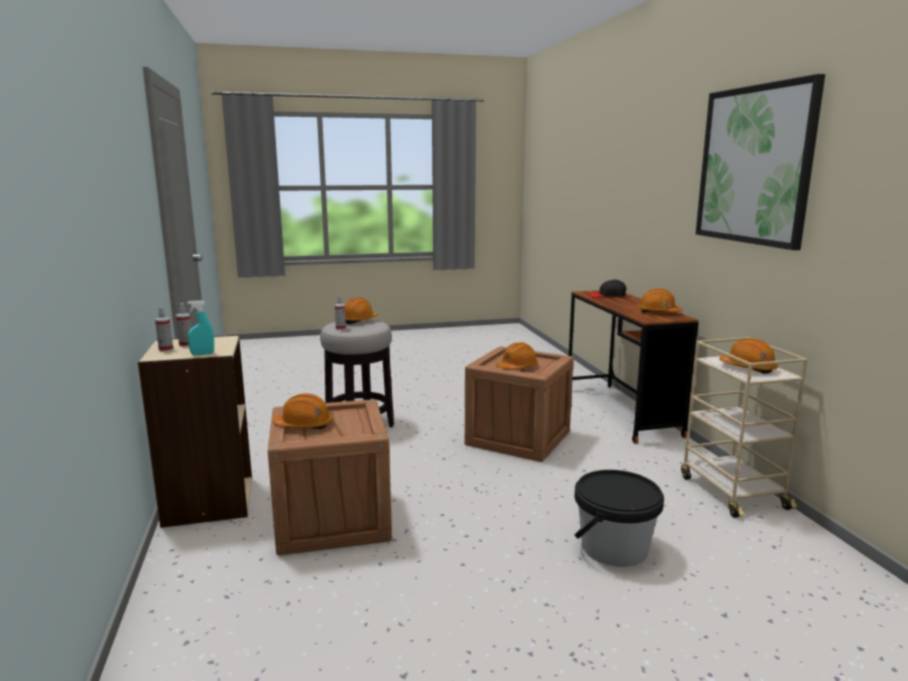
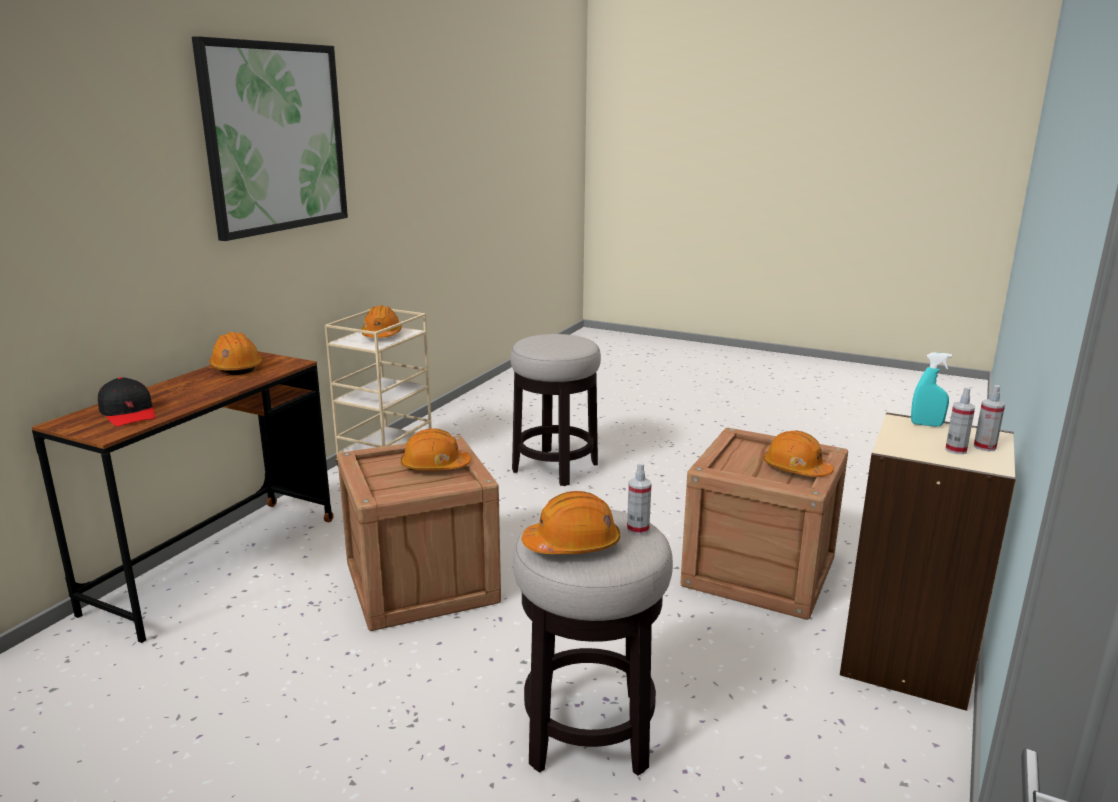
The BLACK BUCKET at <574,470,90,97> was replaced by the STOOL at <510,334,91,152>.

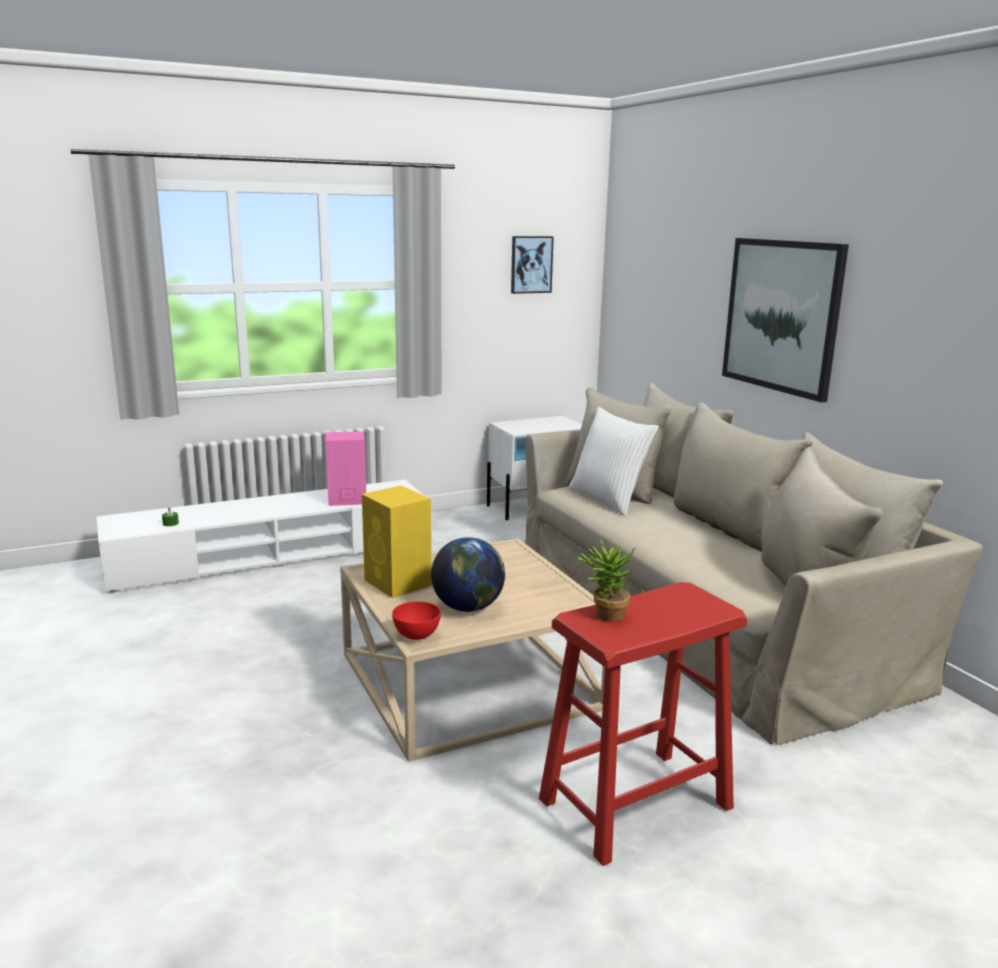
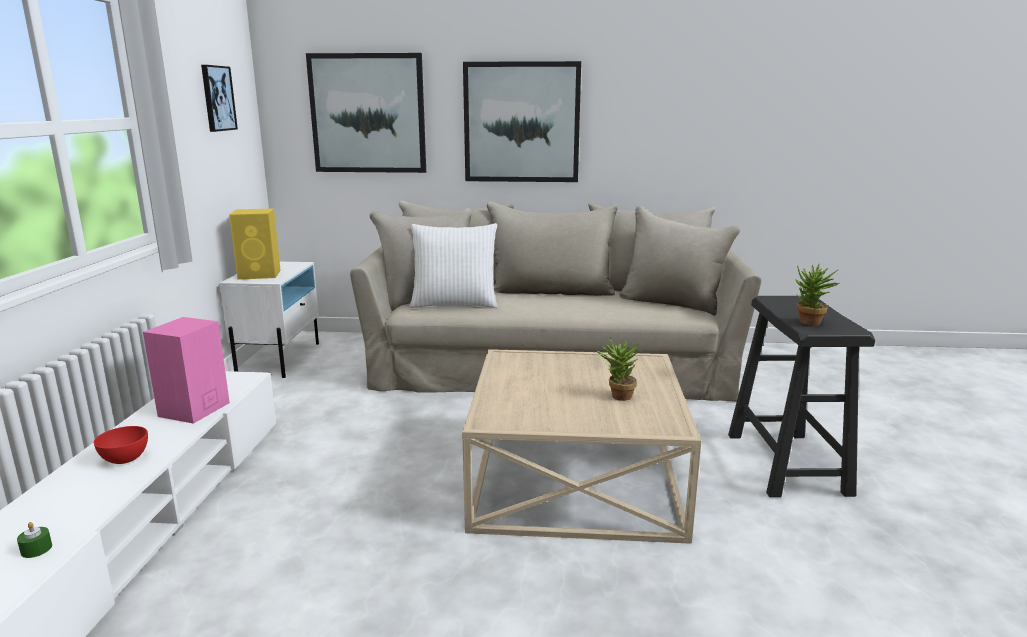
The WALL ART at <306,53,120,120> appeared. The YELLOW-COLOURED AUDIO SPEAKER moved from <362,485,69,113> to <229,208,52,72>. The REDDISH BOWL moved from <392,601,49,39> to <94,426,54,38>. The WORLD GLOBE at <431,537,74,75> was replaced by the POTTED PLANT at <597,337,43,64>. The REDDISH STOOL at <539,582,208,284> became the BLACK STOOL at <728,296,147,201>.

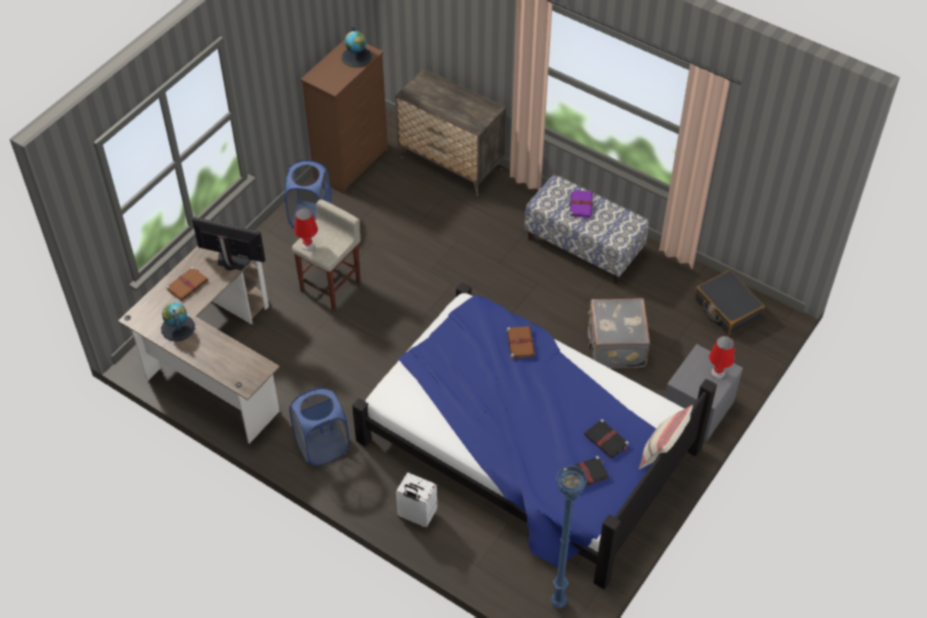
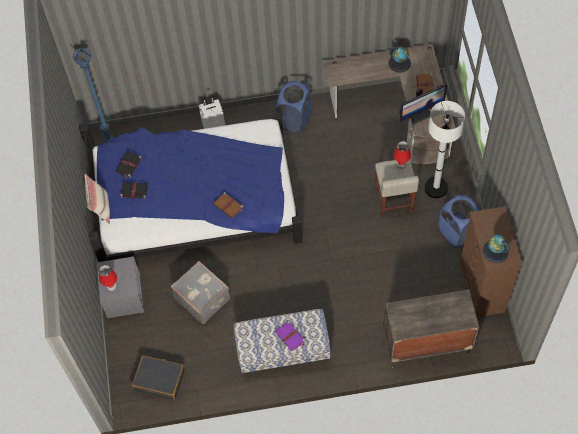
The WHITE-COLOURED FLOOR LAMP at <425,101,40,97> appeared.

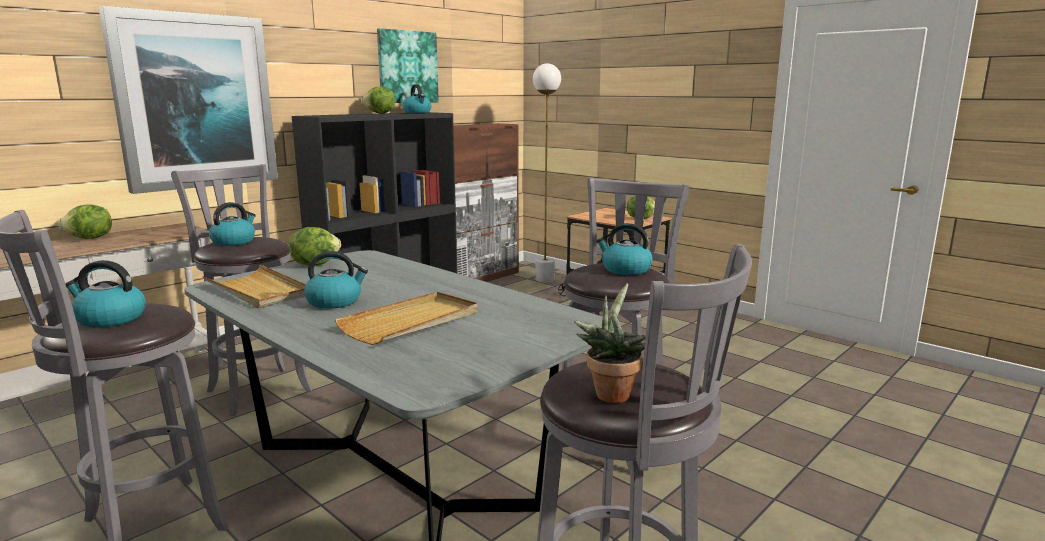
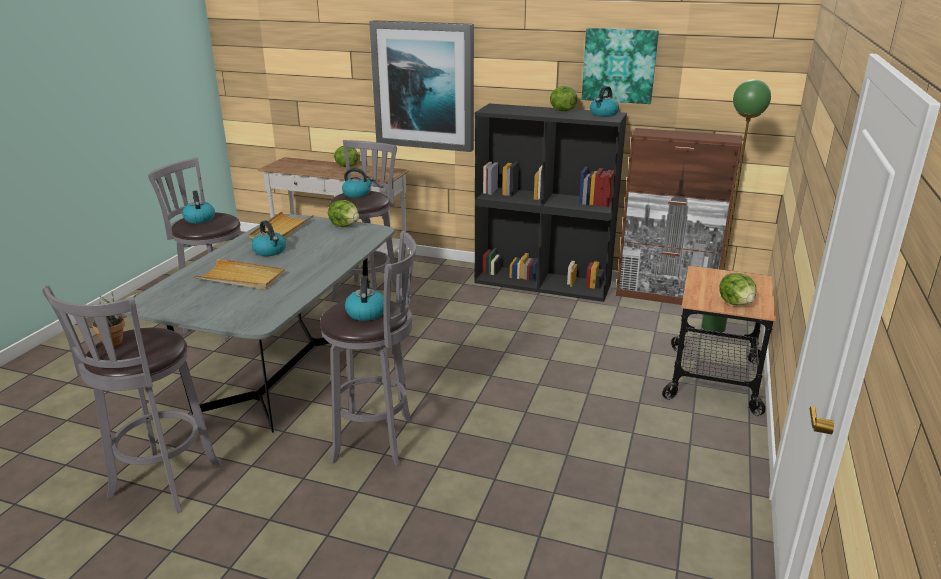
The WHITE-COLOURED FLOOR LAMP at <533,63,28,219> became the GREEN-COLOURED FLOOR LAMP at <702,79,69,253>.

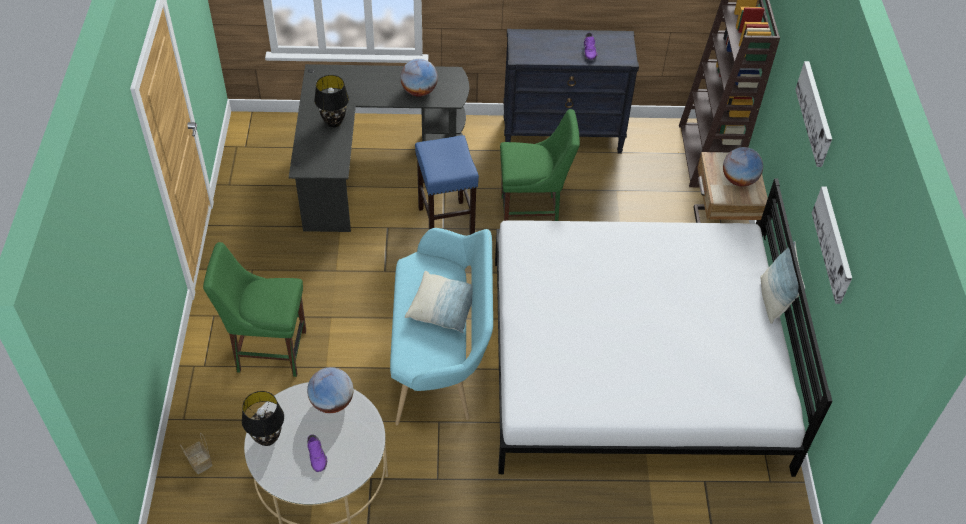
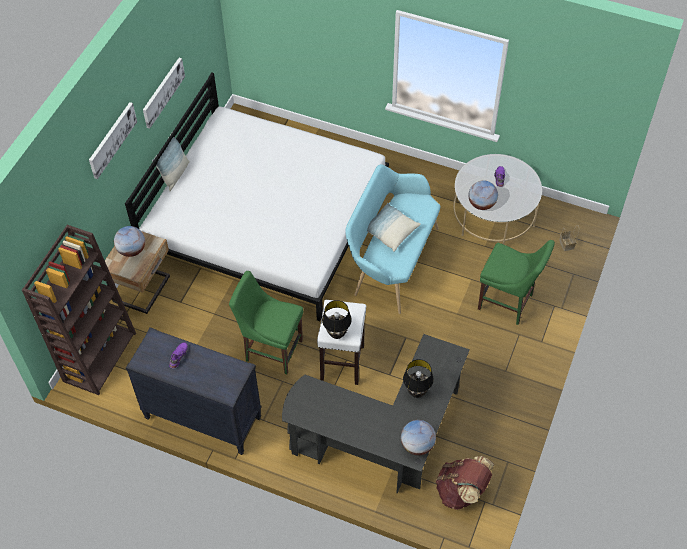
The BROWN RUCKSACK at <436,456,58,54> appeared. The BLACK TABLETOP LAMP moved from <242,391,42,55> to <322,300,30,39>. The WORLD GLOBE moved from <400,59,38,38> to <401,420,35,35>. The BLUE-COLOURED STOOL at <415,135,64,100> became the WHITE-COLOURED STOOL at <317,300,49,85>.

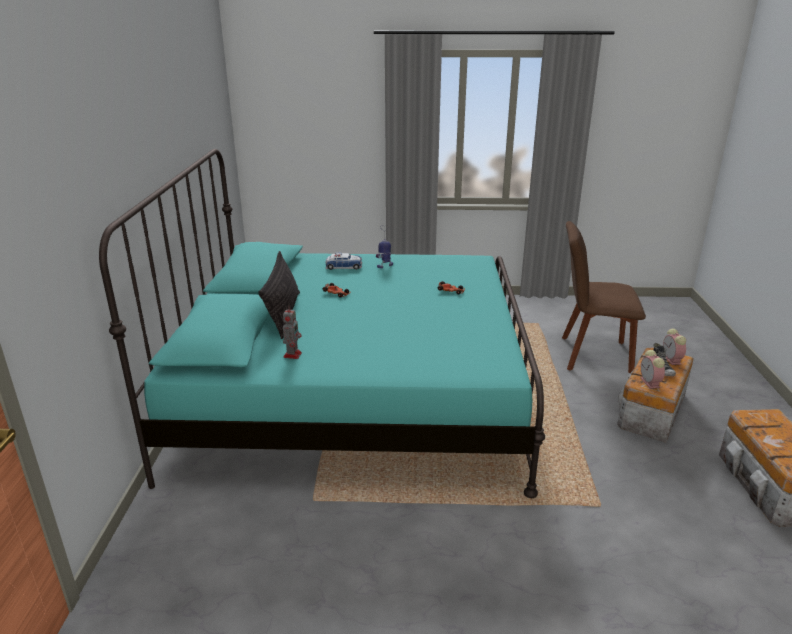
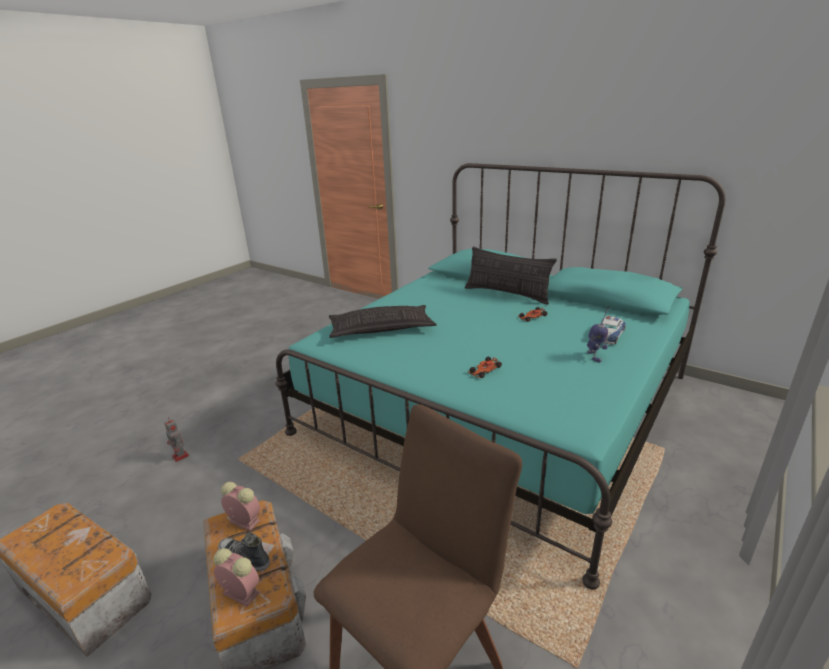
The CUSHION at <329,305,108,33> appeared. The MODEL ROBOT moved from <283,305,19,54> to <164,417,25,45>.

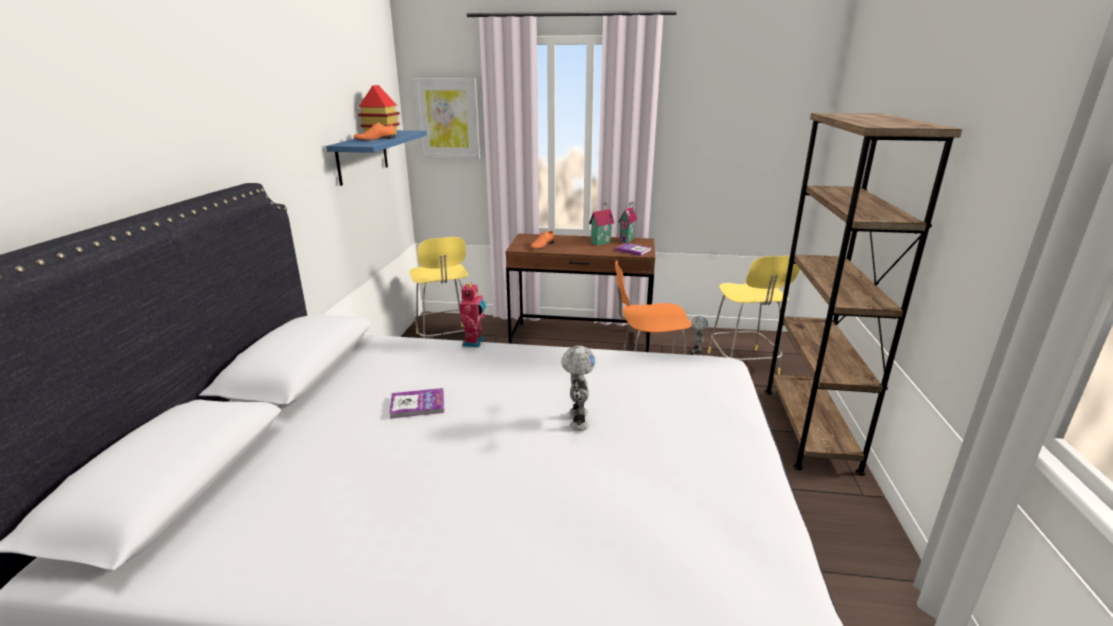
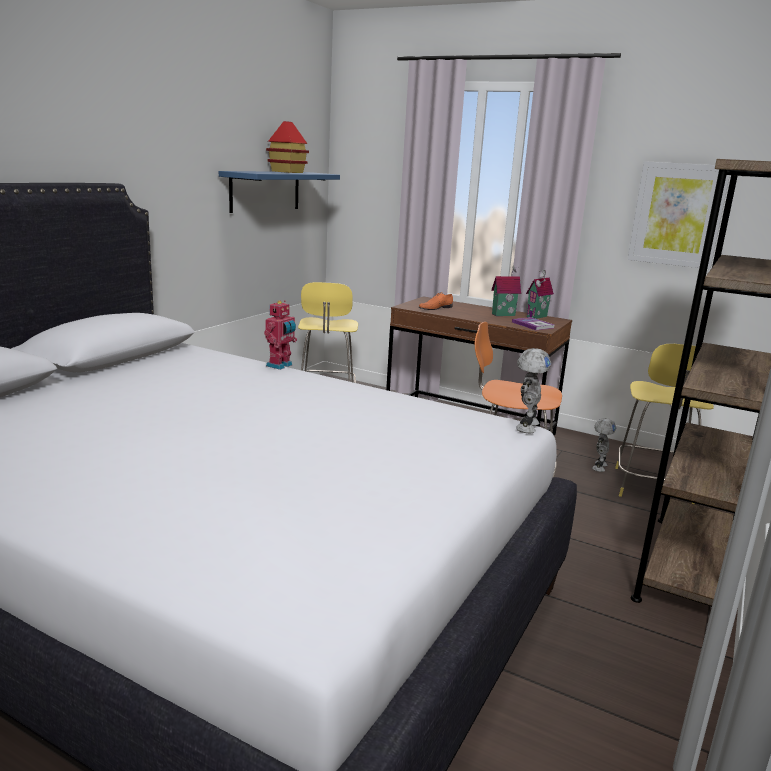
The ORANGE ITEM OF FOOTWEAR at <353,122,42,19> disappeared. The BOUND BOOK at <389,388,55,31> disappeared. The WALL ART moved from <414,78,66,81> to <627,161,103,108>. The MODEL ROBOT moved from <562,346,33,85> to <516,348,35,85>.

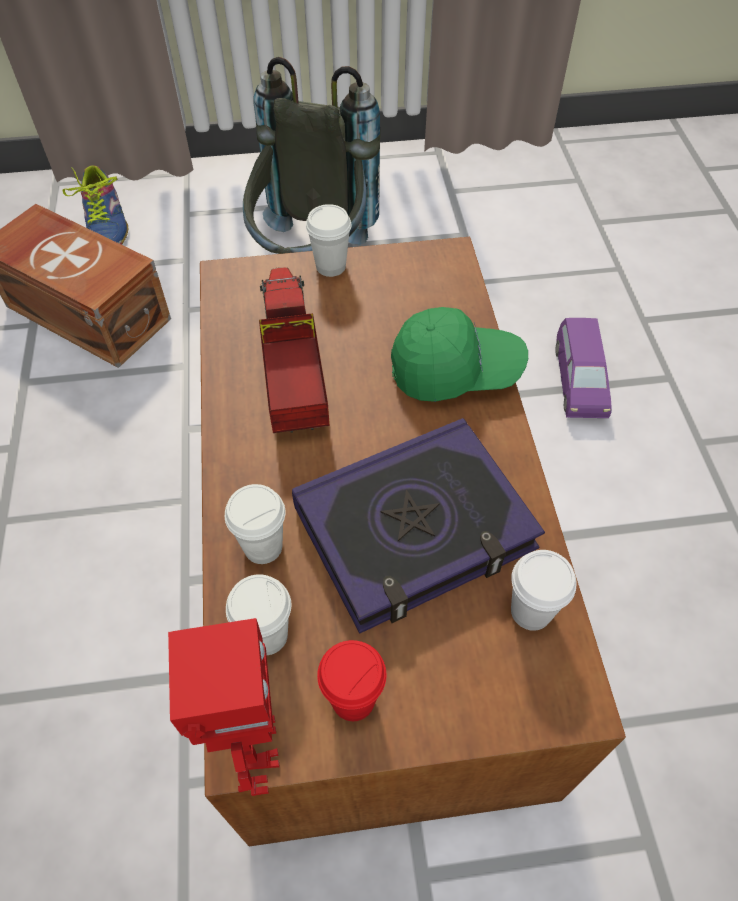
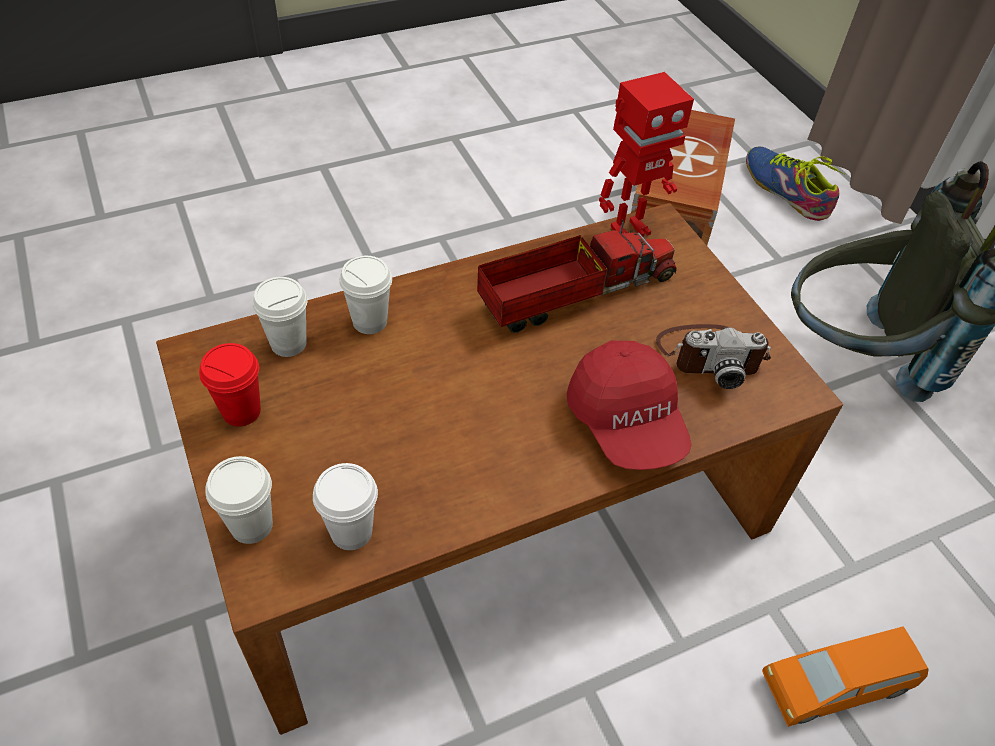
The BOUND BOOK at <292,418,253,216> disappeared. The STILL CAMERA at <656,324,115,65> appeared. The MODEL ROBOT moved from <168,618,112,178> to <599,72,95,165>. The WHITE-COLOURED DRINKING CUP moved from <306,204,45,73> to <205,456,68,88>. The GREEN-COLOURED CAP at <391,307,137,95> became the REDDISH CAP at <567,340,124,130>. The PURPLISH TOY CAR at <555,318,57,100> became the ORANGE TOY CAR at <762,626,167,101>. The ITEM OF FOOTWEAR at <63,165,65,80> turned 90 degrees clockwise.

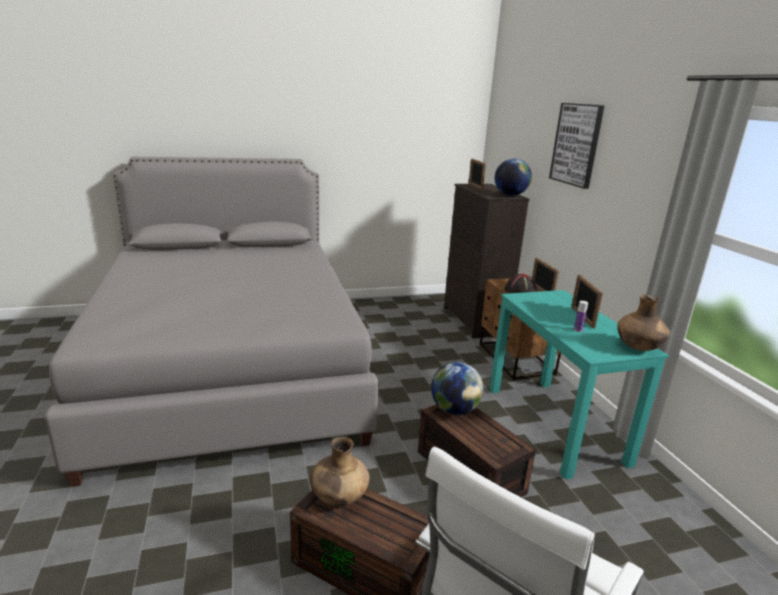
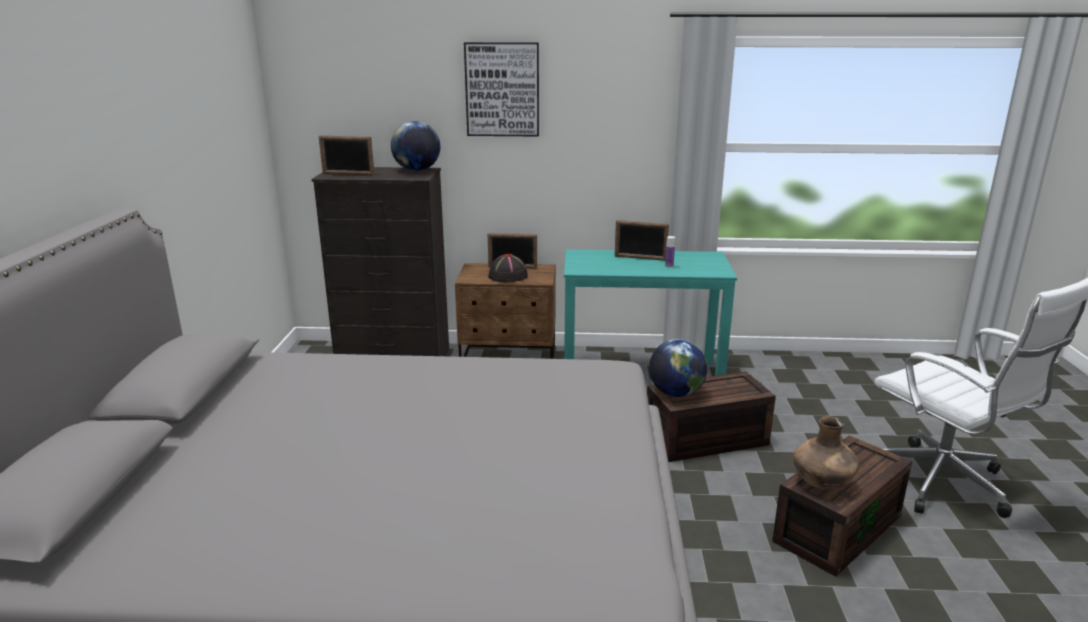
The BROWN FLOWER VASE at <617,295,53,56> disappeared.

